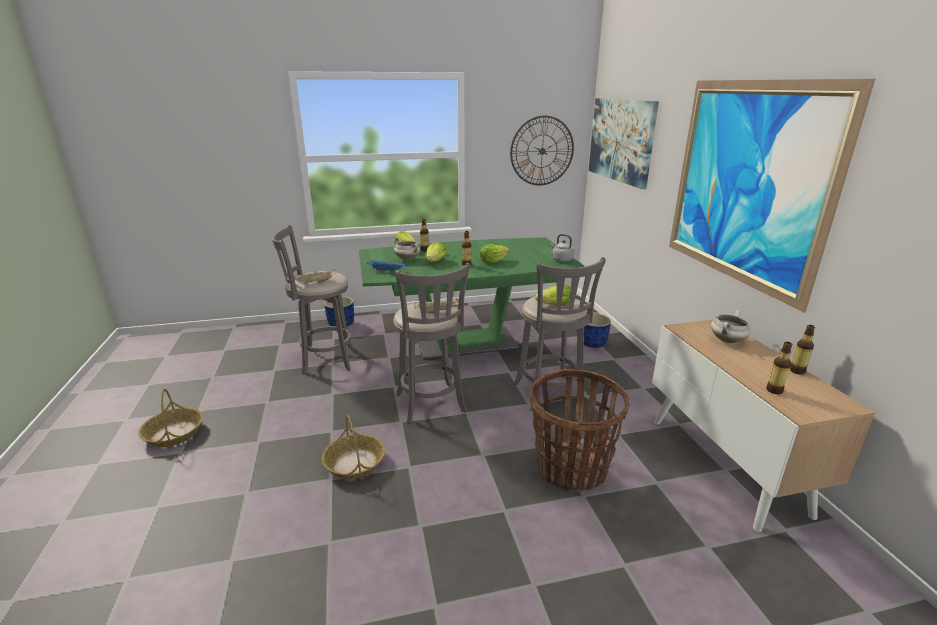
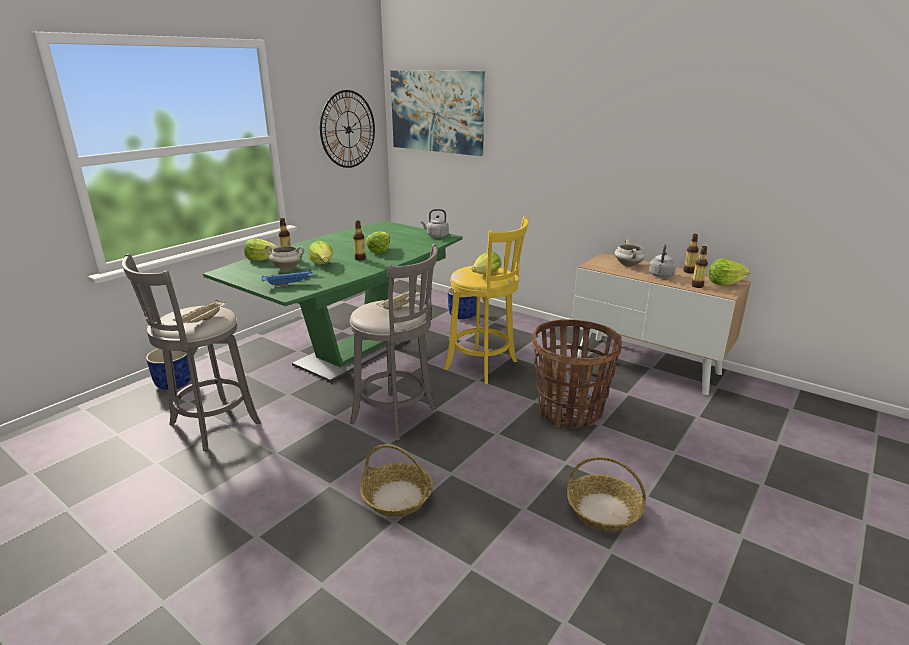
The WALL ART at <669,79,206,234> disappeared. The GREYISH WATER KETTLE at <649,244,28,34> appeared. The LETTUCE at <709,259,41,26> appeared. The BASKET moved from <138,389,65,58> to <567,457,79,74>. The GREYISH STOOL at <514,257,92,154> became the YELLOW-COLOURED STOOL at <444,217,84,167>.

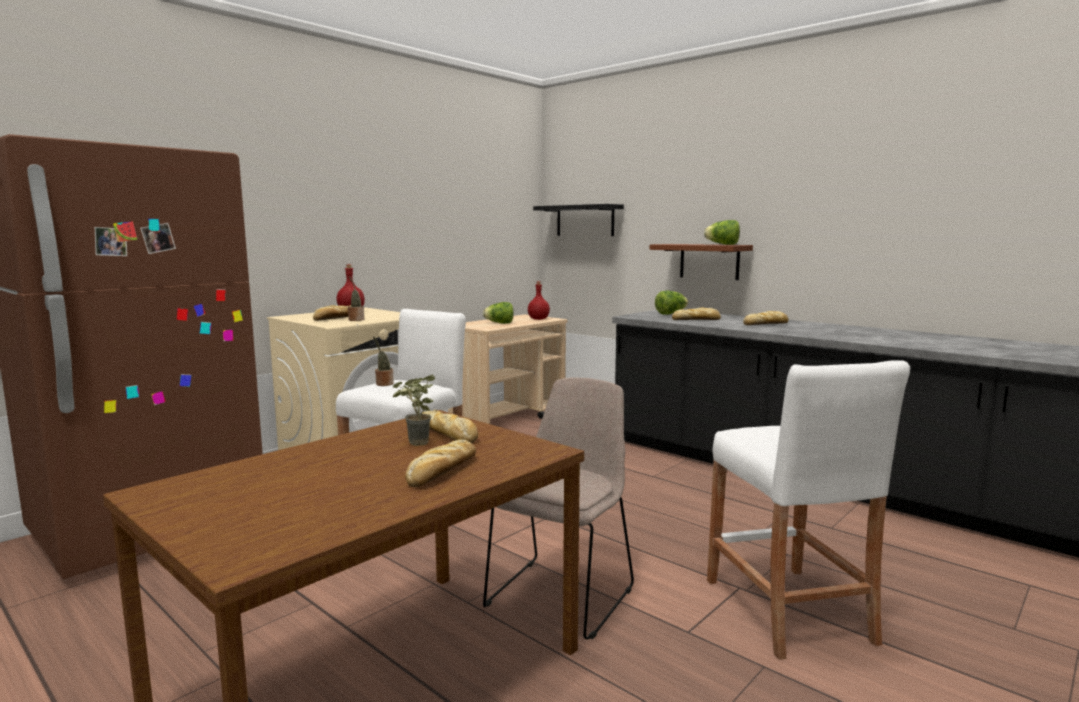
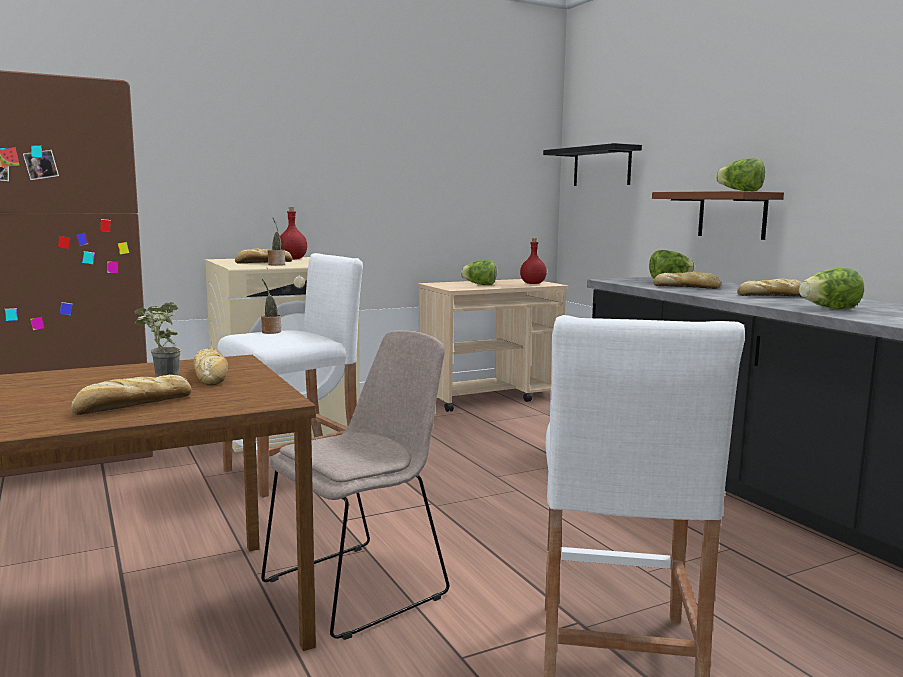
The LETTUCE at <799,268,65,41> appeared.

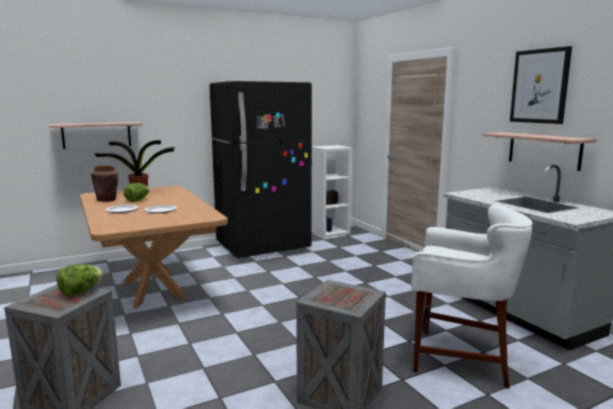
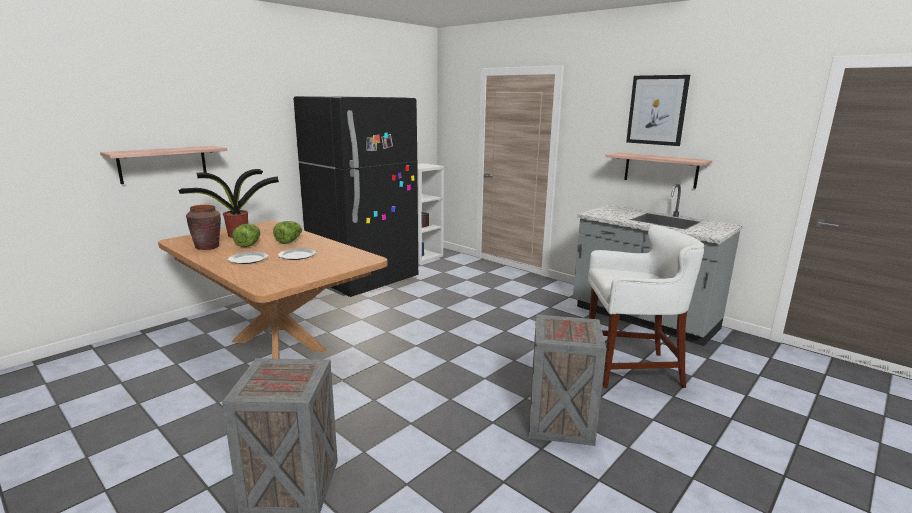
The LETTUCE moved from <56,265,47,31> to <273,221,29,23>.

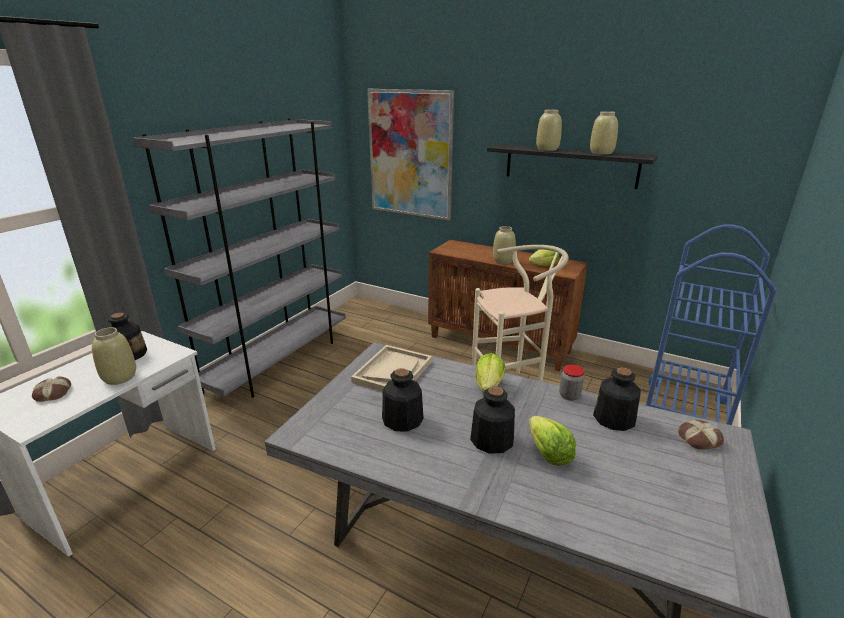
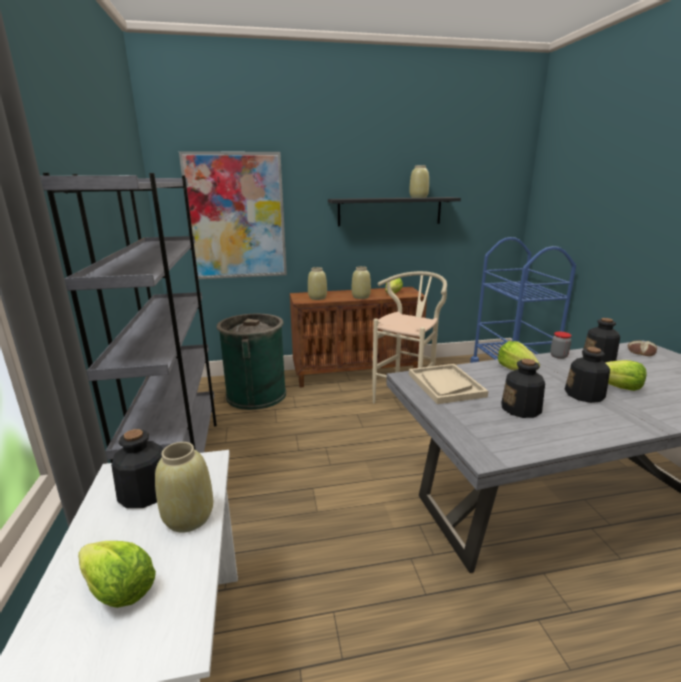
The GREEN-COLOURED RUBBISH BIN at <216,314,70,96> appeared. The BEIGE FLOWER VASE moved from <536,110,26,41> to <308,267,19,33>. The BAKED BREAD at <32,376,39,26> was replaced by the LETTUCE at <78,541,78,67>.

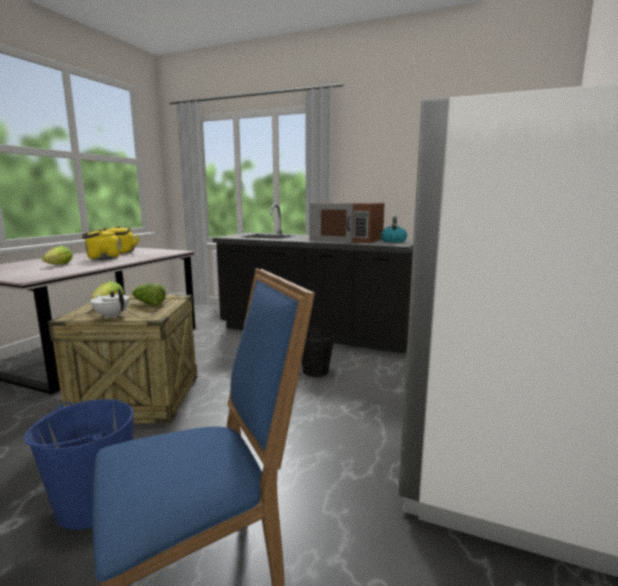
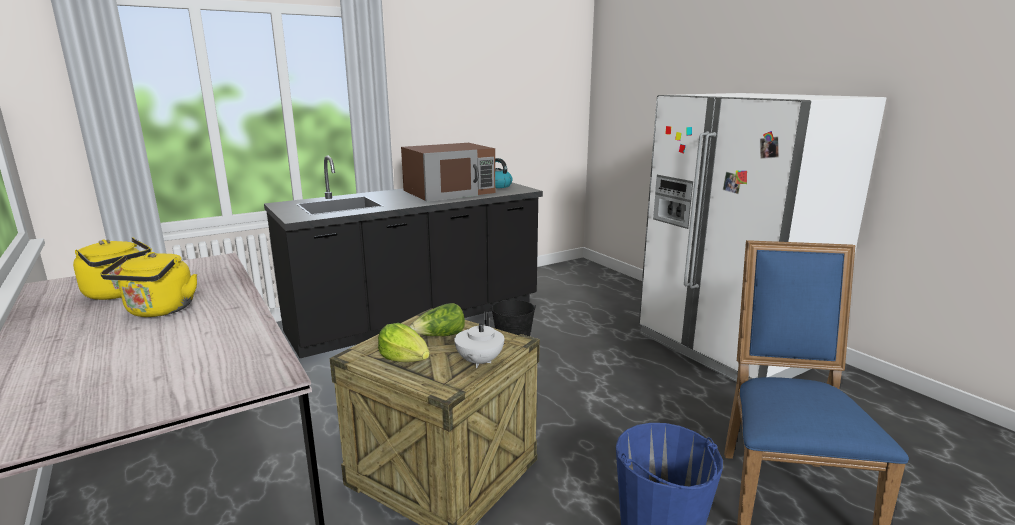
The LETTUCE at <42,246,31,19> disappeared. The WHITE-COLOURED TEAPOT at <91,289,38,30> turned 60 degrees counterclockwise.

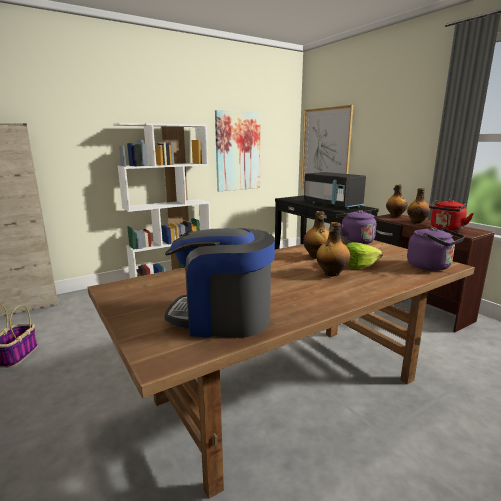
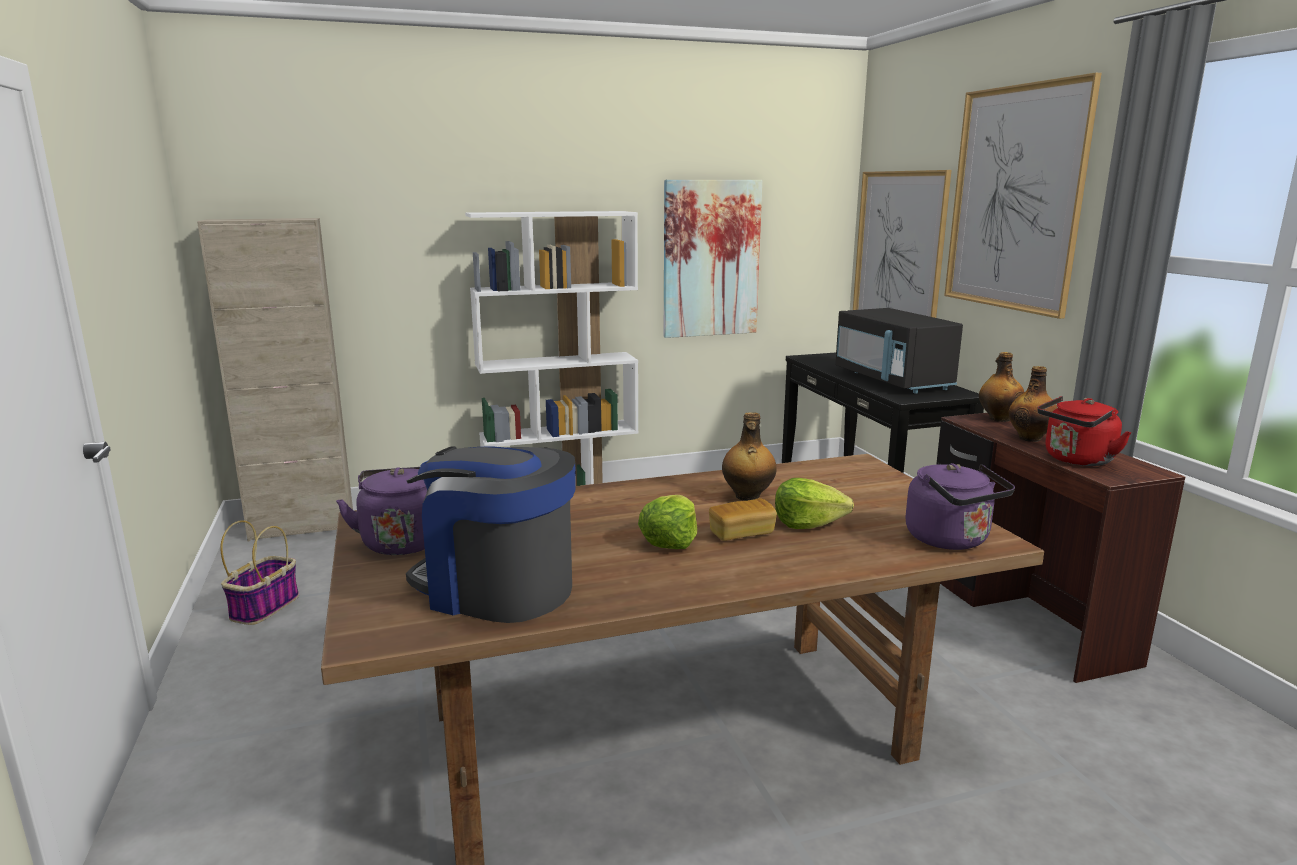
The LETTUCE at <638,495,59,54> appeared. The WALL ART at <944,73,158,246> appeared. The PURPLISH WATER KETTLE moved from <336,210,40,34> to <336,467,91,88>. The BOTTLE at <316,222,35,55> was replaced by the BAKED BREAD at <709,498,68,43>.

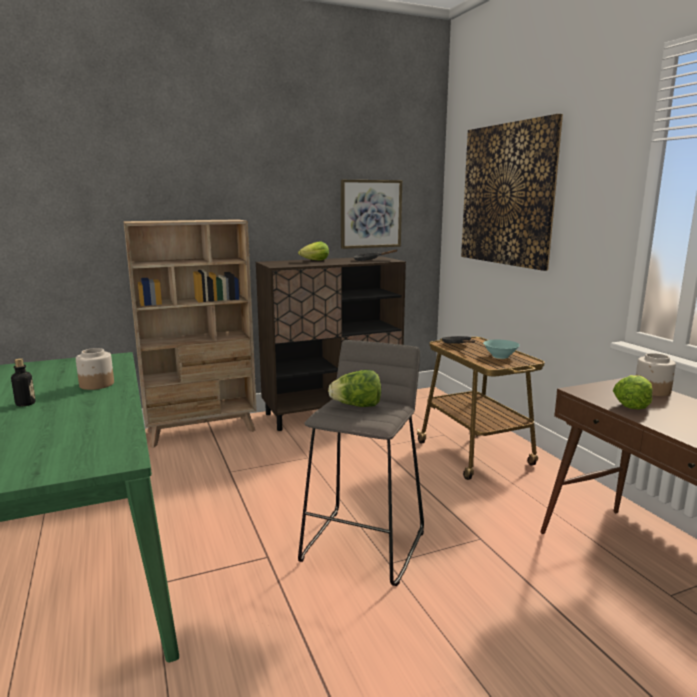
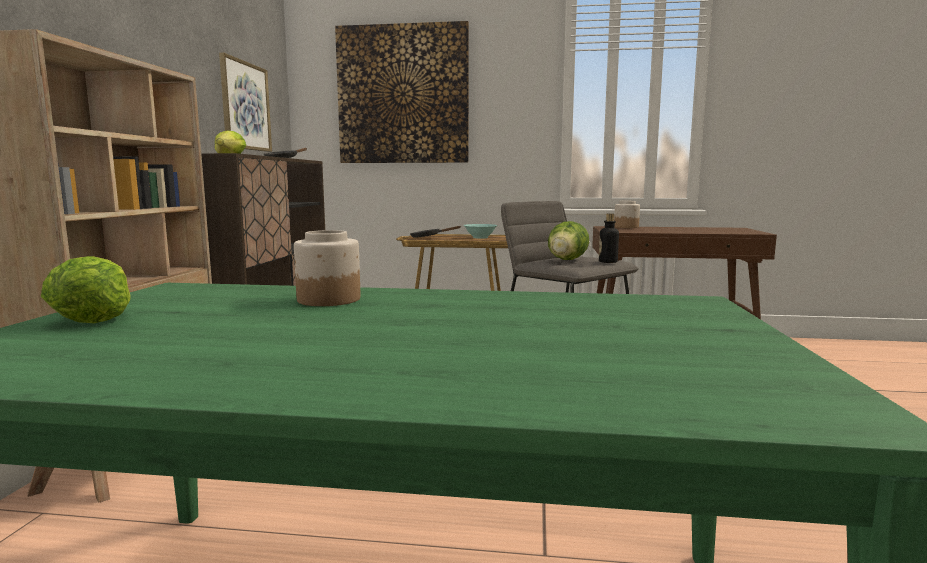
The BOTTLE moved from <11,358,25,48> to <599,213,20,50>. The LETTUCE moved from <613,375,40,34> to <41,256,90,67>.

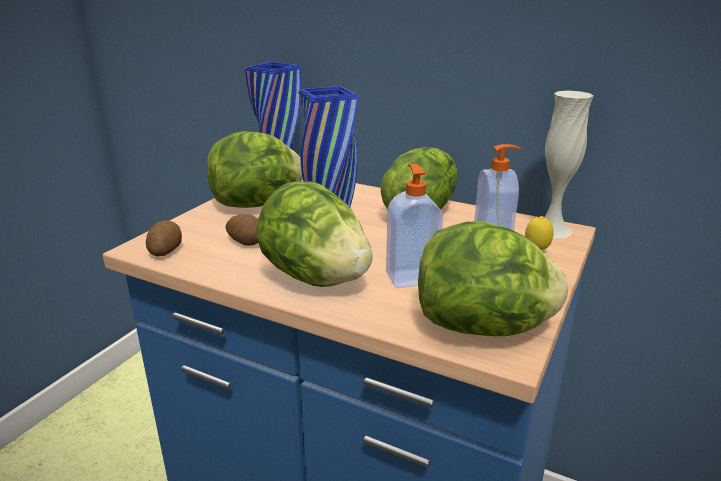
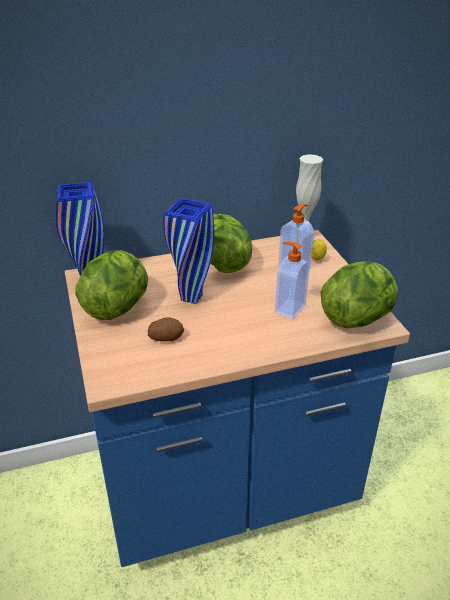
The WHOLE POTATO at <146,220,36,36> disappeared. The LETTUCE at <256,181,117,106> disappeared.

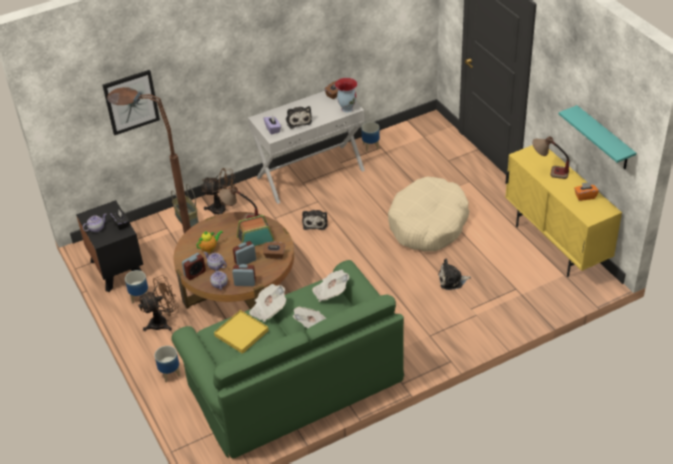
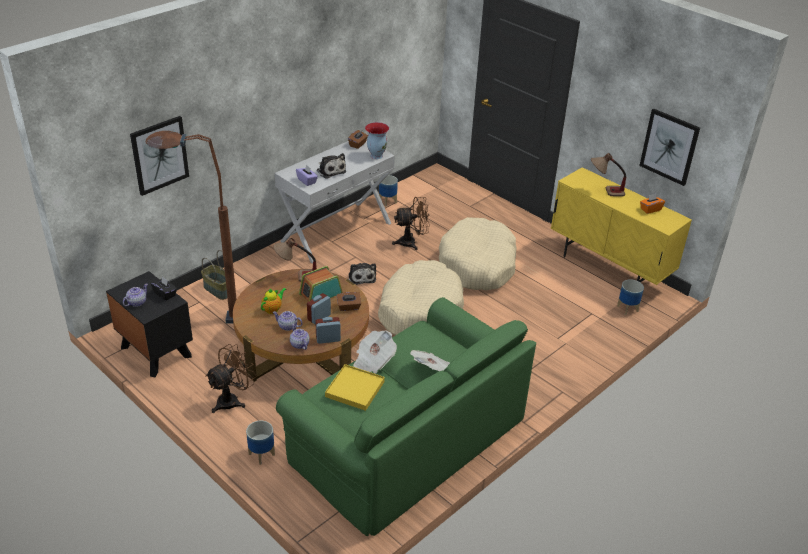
The ALARM CLOCK at <182,253,24,27> disappeared. The PRINTED PAPER at <312,270,38,32> disappeared. The CUDDLY TOY at <438,259,33,31> disappeared. The BEIGE DOG BED at <378,260,86,75> appeared. The PLANT POT moved from <125,270,23,33> to <617,279,27,36>. The BROWN COOLING FAN moved from <201,168,34,47> to <392,197,38,53>. The BLUE-GREEN SHELF at <559,105,77,64> was replaced by the WALL ART at <639,108,61,78>.

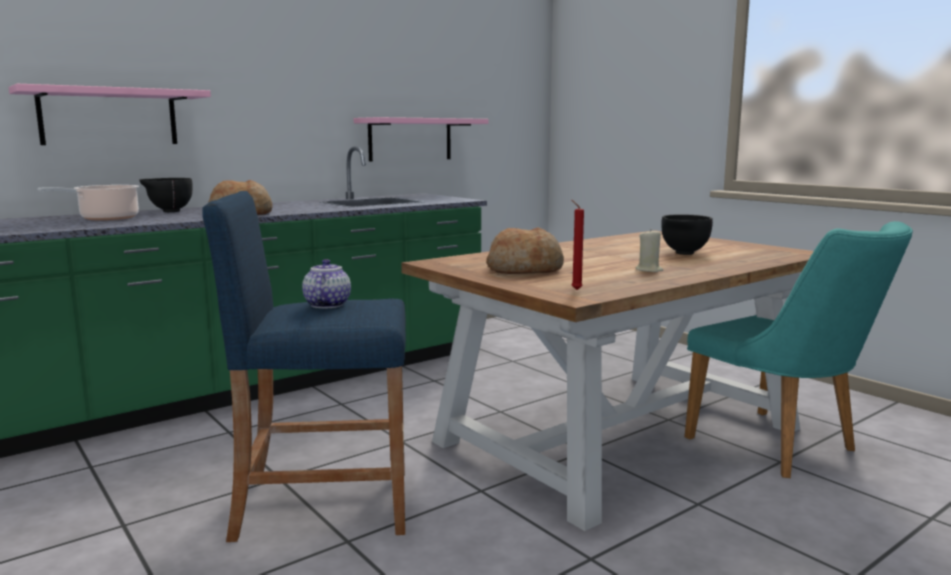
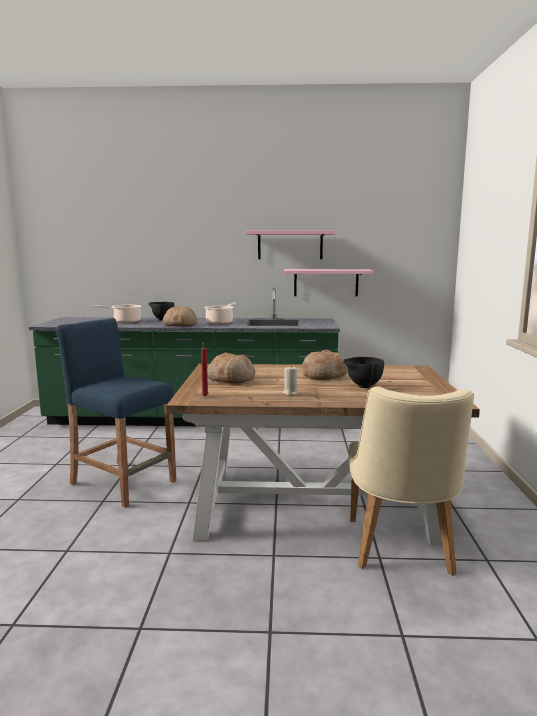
The TEAPOT at <302,259,49,49> disappeared. The COOKING POT at <204,303,33,21> appeared. The BAKED BREAD at <302,350,45,30> appeared. The PINK-COLOURED SHELF moved from <9,84,202,61> to <245,230,91,29>. The BLUE-GREEN UPRIGHT CHAIR at <684,221,229,257> became the BEIGE UPRIGHT CHAIR at <349,386,125,190>.

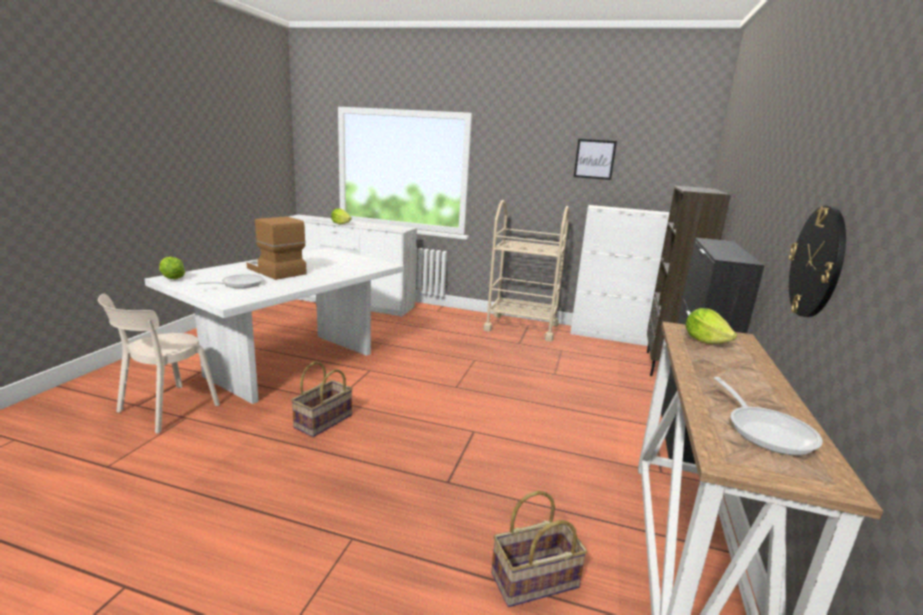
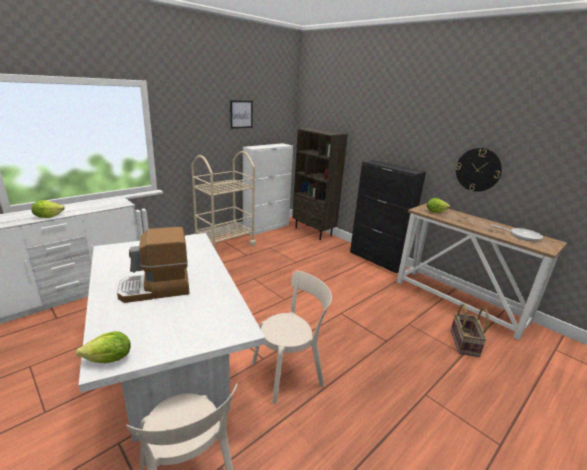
The SKILLET at <195,274,69,14> disappeared. The BASKET at <291,362,62,75> was replaced by the BEIGE UPRIGHT CHAIR at <252,271,80,133>.

